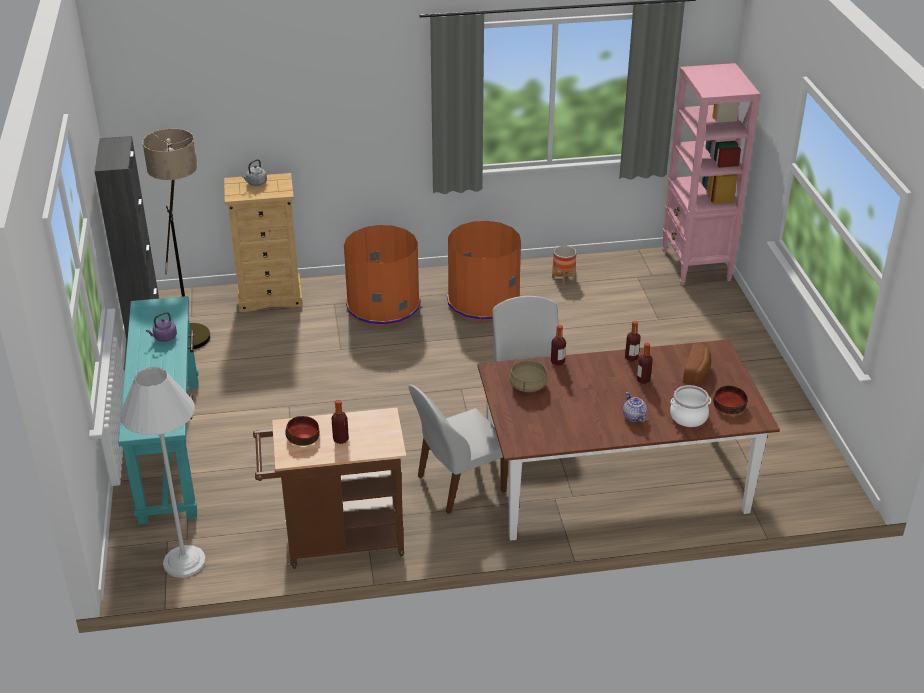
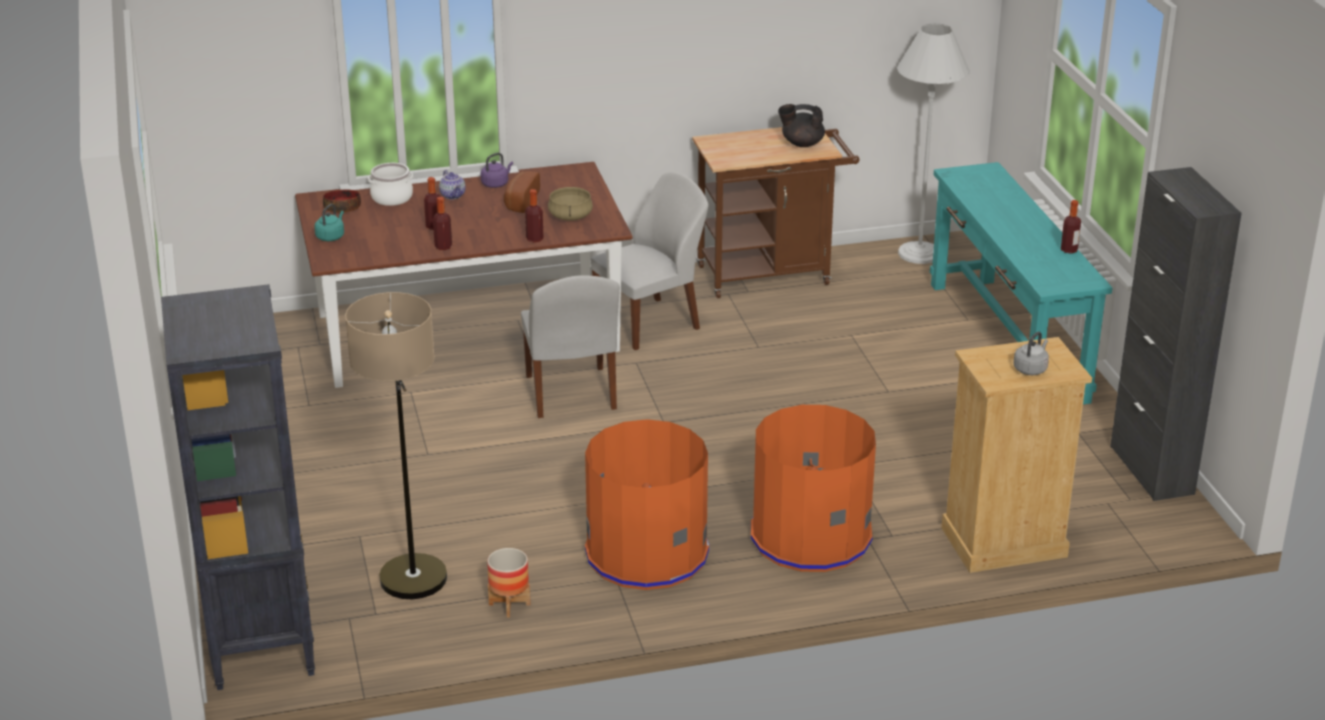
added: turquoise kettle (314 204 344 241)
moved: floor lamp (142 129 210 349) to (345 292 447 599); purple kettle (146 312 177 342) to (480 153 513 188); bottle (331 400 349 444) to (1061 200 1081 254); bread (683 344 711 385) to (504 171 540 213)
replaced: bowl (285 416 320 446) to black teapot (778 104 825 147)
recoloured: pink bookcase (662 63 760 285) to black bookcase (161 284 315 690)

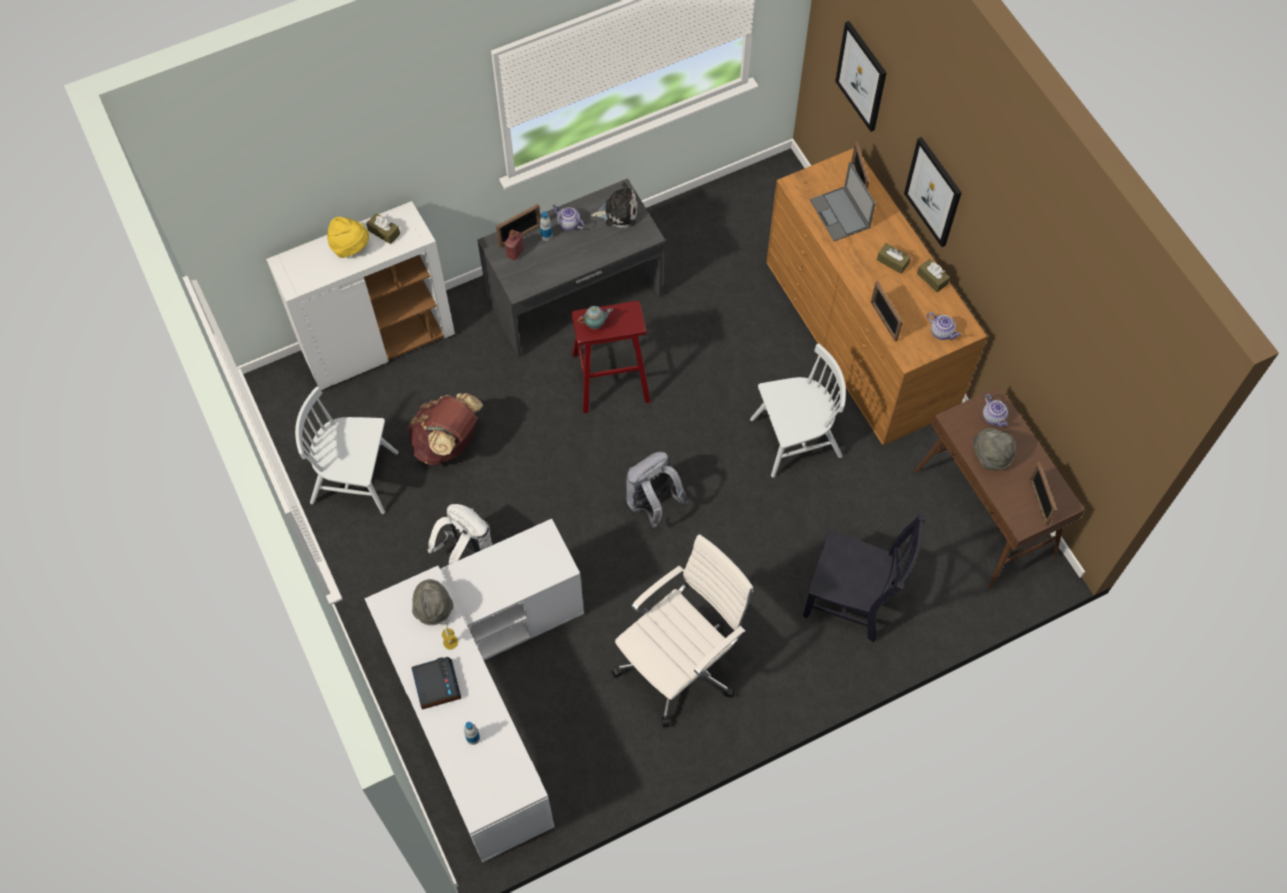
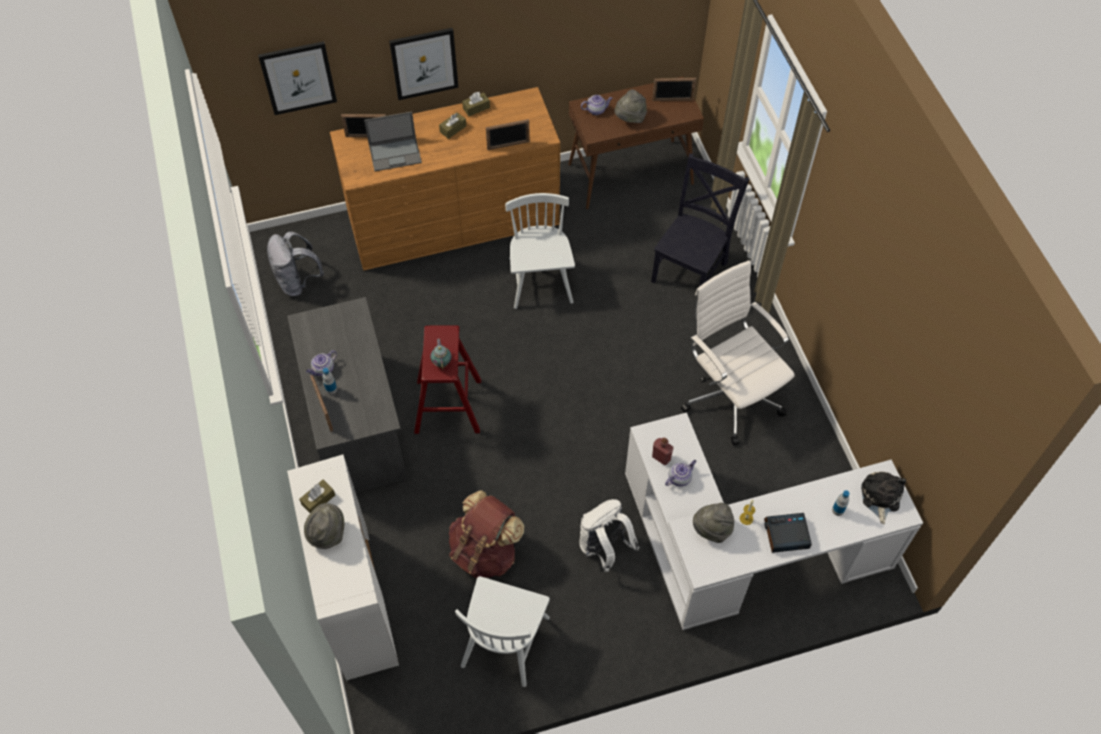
moved: red bottle (505 229 524 260) to (652 438 673 465); plush toy (591 182 638 228) to (861 472 906 524); grey backpack (626 452 689 528) to (267 232 324 296); teapot (927 312 961 340) to (665 460 697 487)
recoloured: yellow hat (327 217 369 258) to grey hat (304 503 344 549)

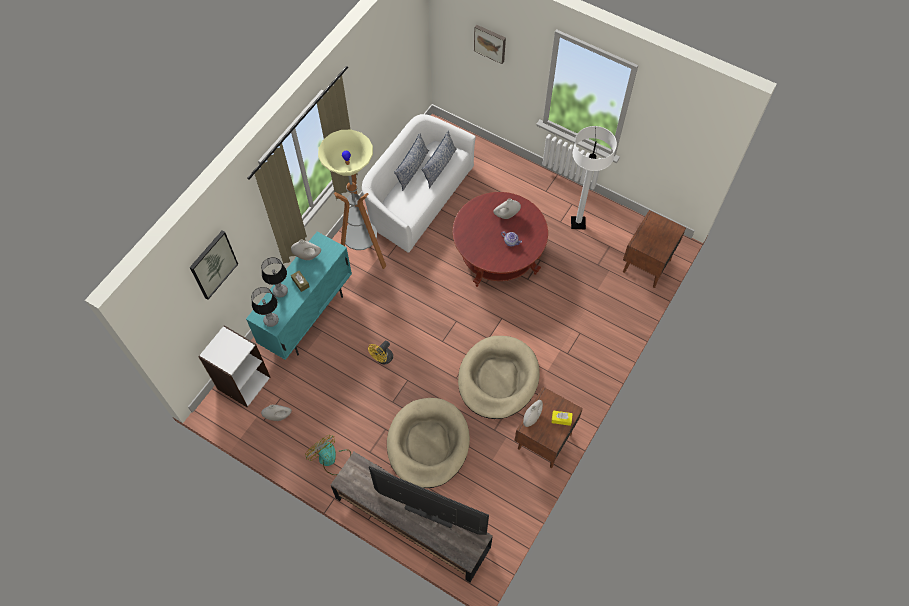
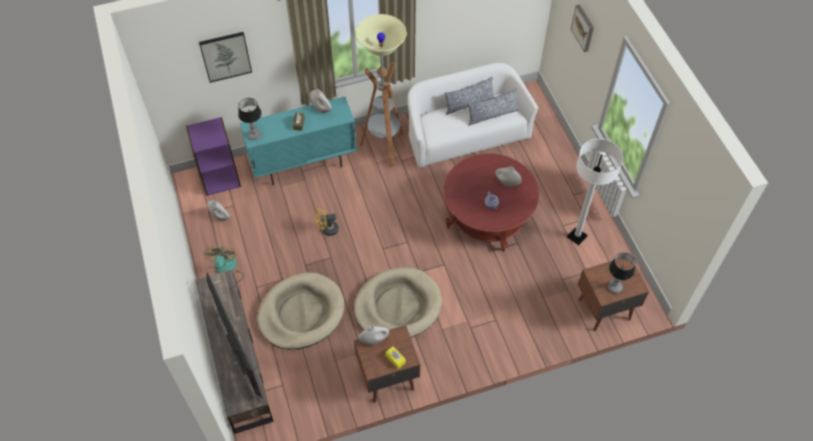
moved: table lamp (261 257 288 298) to (607 253 636 293)
recoloured: white bookcase (198 325 270 407) to purple bookcase (186 117 241 196)

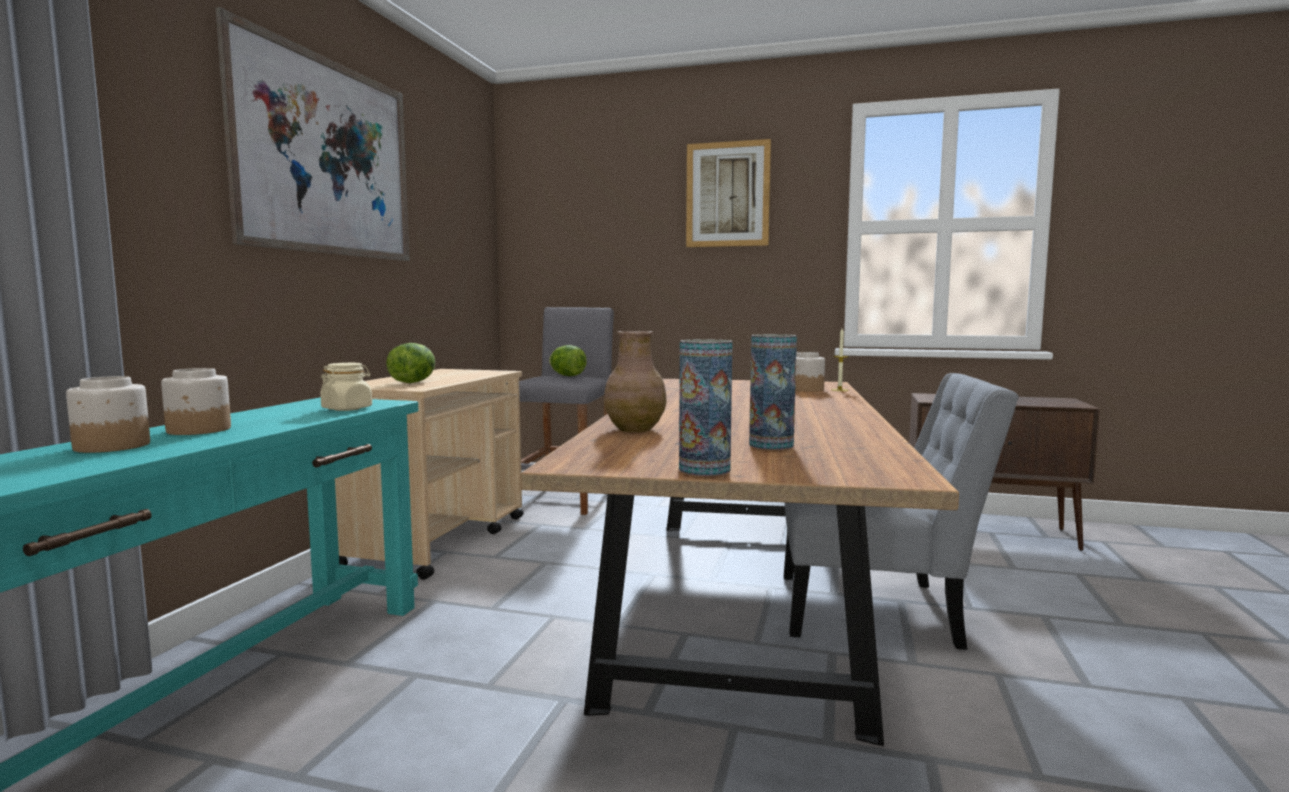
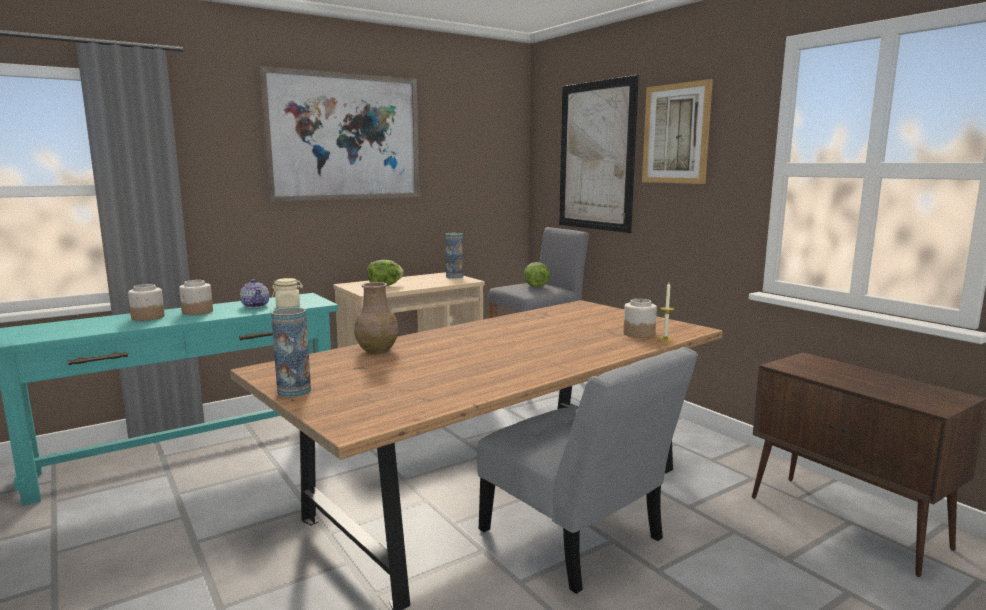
added: teapot (240 279 269 308); picture (559 75 639 233)
moved: vase (749 334 797 450) to (445 233 463 279)

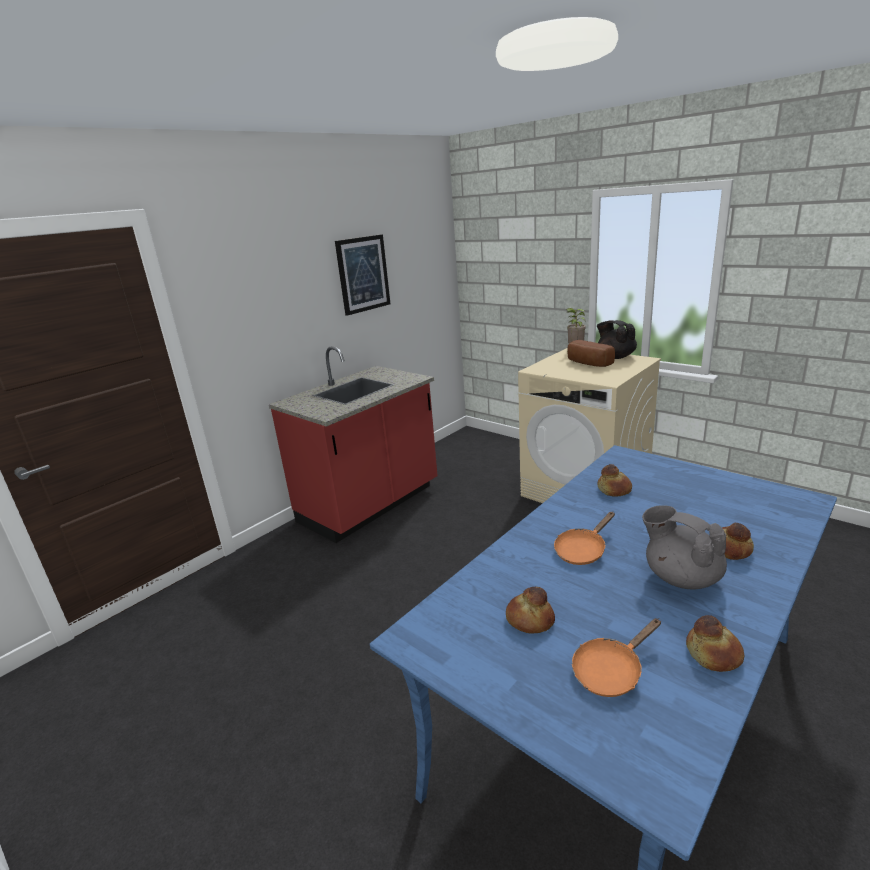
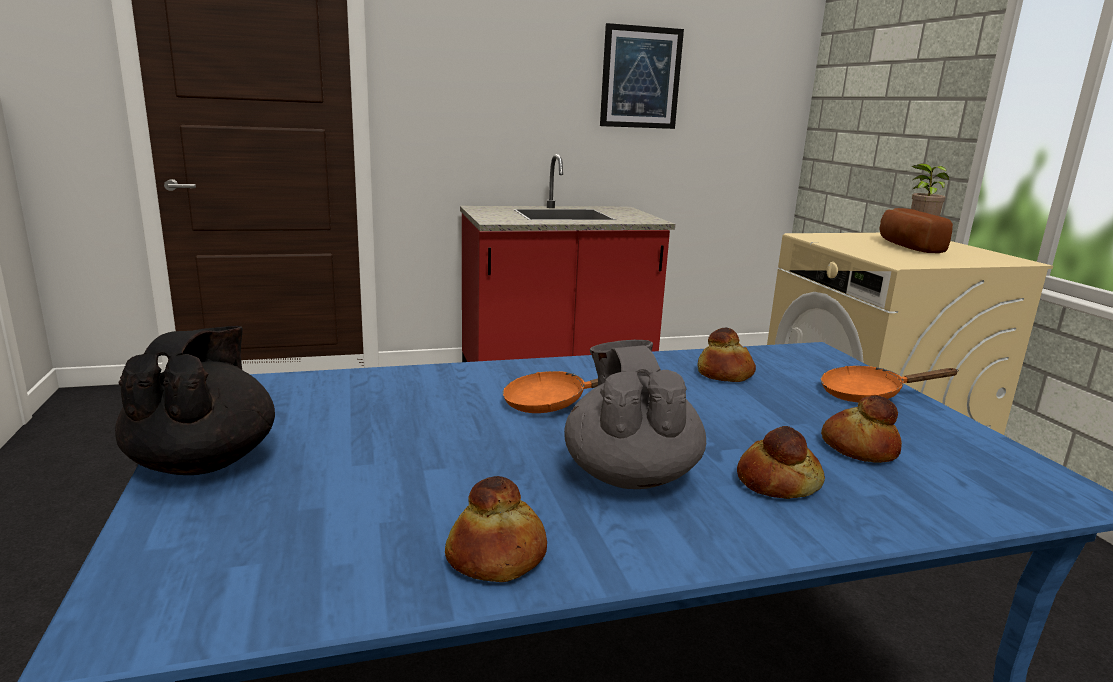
moved: bread (506 587 555 633) to (821 396 902 463); orange frying pan (572 618 661 697) to (821 366 959 402); black teapot (597 320 637 359) to (115 326 275 475)

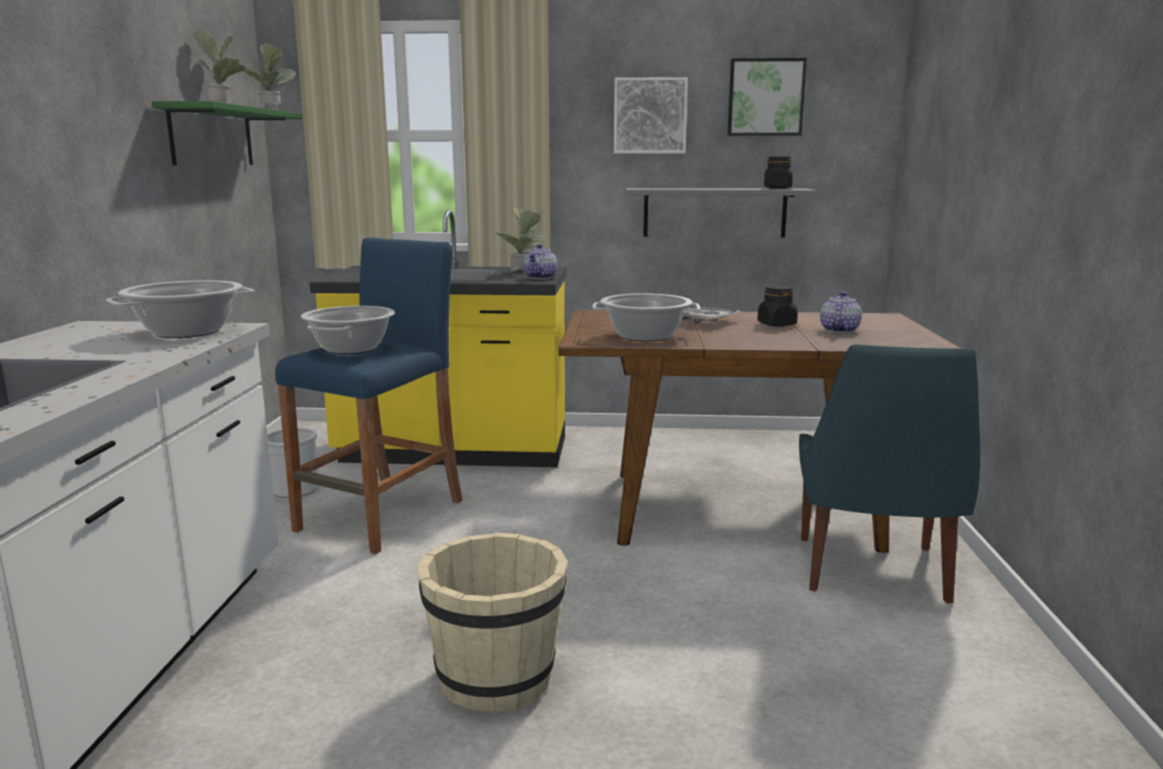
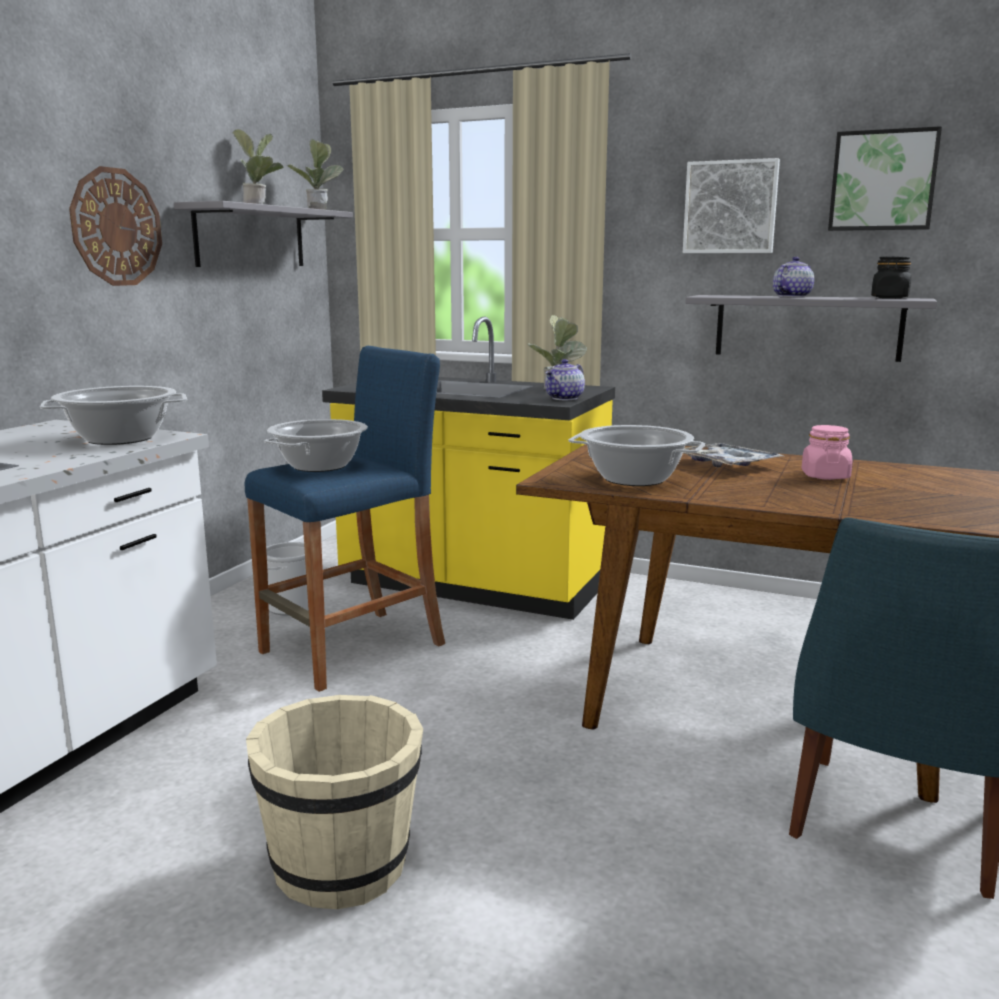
added: wall clock (69 166 162 286)
moved: teapot (820 292 862 333) to (773 257 814 297)
recoloured: green shelf (152 101 302 166) to grey shelf (174 201 353 267); black jar (757 285 798 327) to pink jar (802 425 852 480)

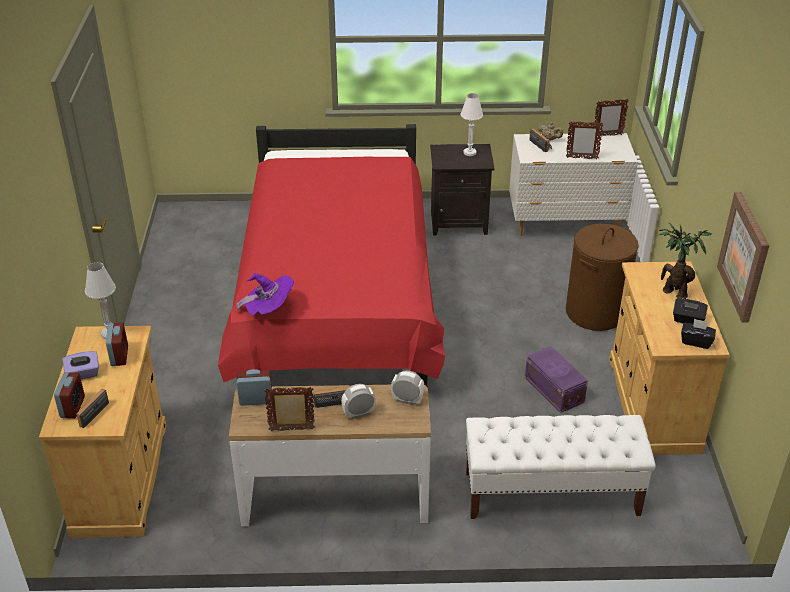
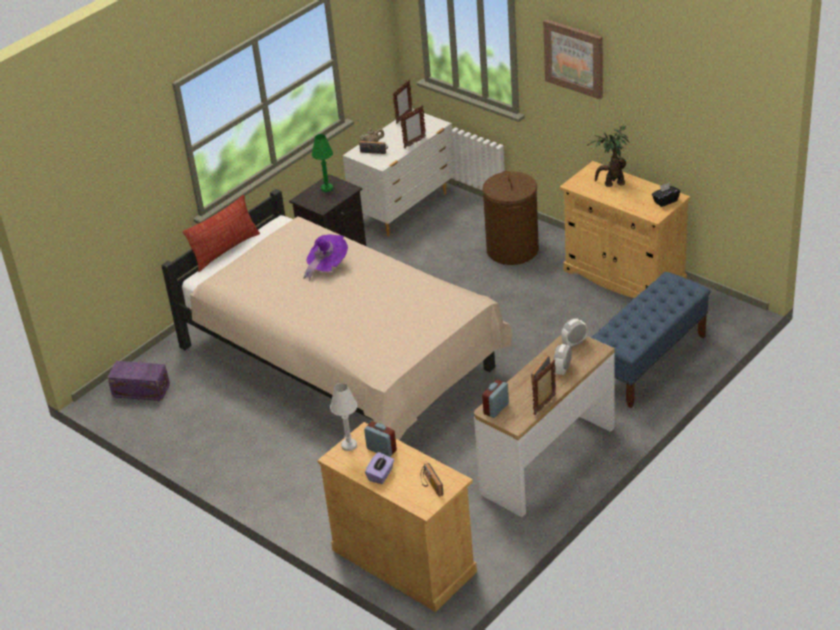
removed: alarm clock (54 372 85 419); black tissue box (673 298 708 324)
added: pillow (183 195 260 272)
moved: purple hat (235 273 294 316) to (303 235 348 282); purple storage box (525 346 588 413) to (107 361 170 401); picture (717 192 769 323) to (543 19 603 99)
recoloured: red bed (218 124 445 387) to beige bed (161 189 513 440); white table lamp (461 93 483 156) to green table lamp (312 134 333 192); white bench (466 415 656 519) to blue bench (591 272 711 408)

